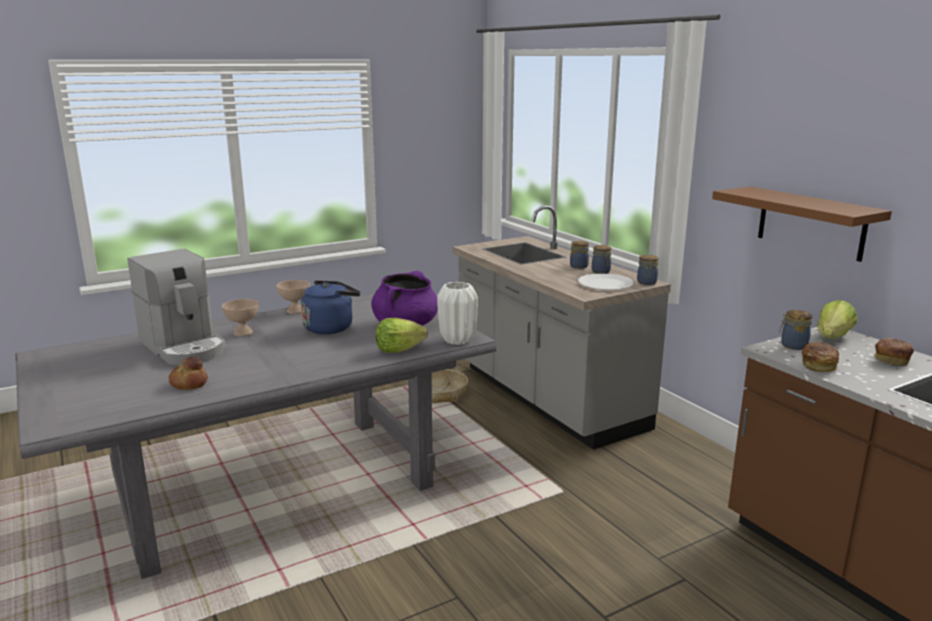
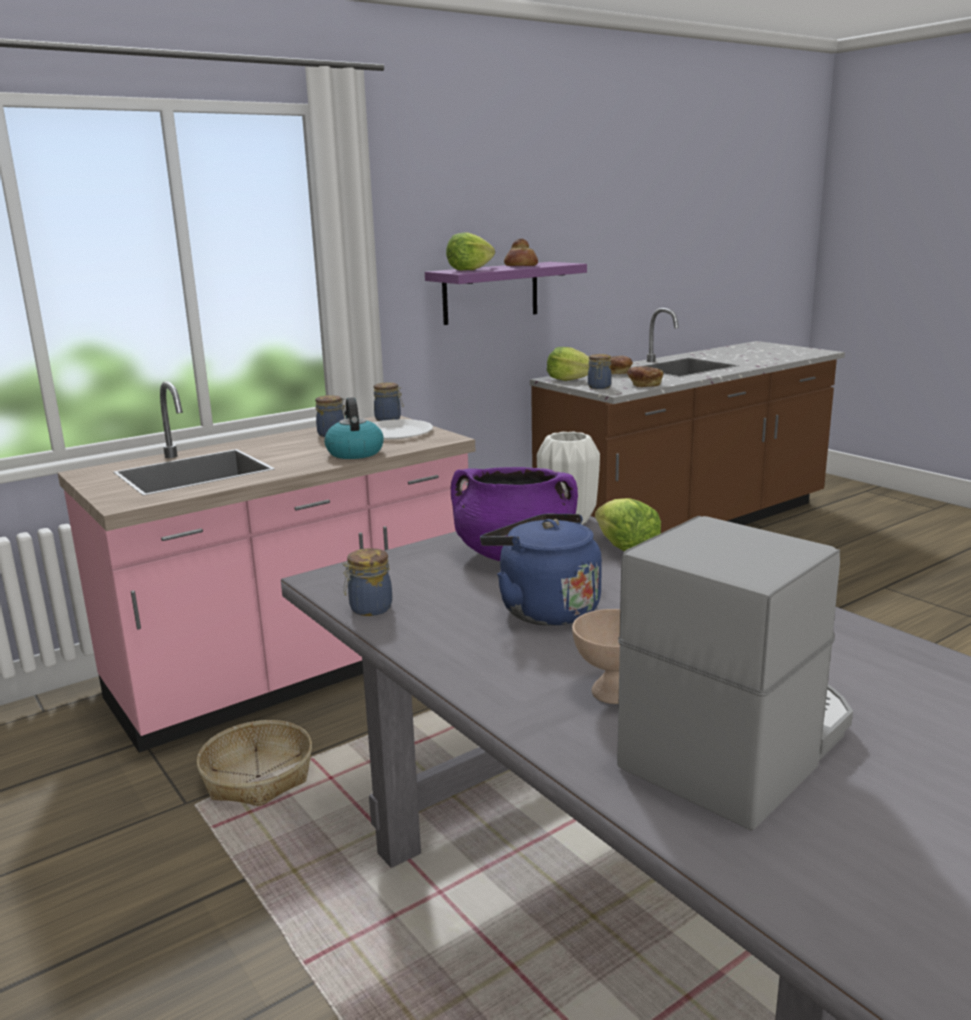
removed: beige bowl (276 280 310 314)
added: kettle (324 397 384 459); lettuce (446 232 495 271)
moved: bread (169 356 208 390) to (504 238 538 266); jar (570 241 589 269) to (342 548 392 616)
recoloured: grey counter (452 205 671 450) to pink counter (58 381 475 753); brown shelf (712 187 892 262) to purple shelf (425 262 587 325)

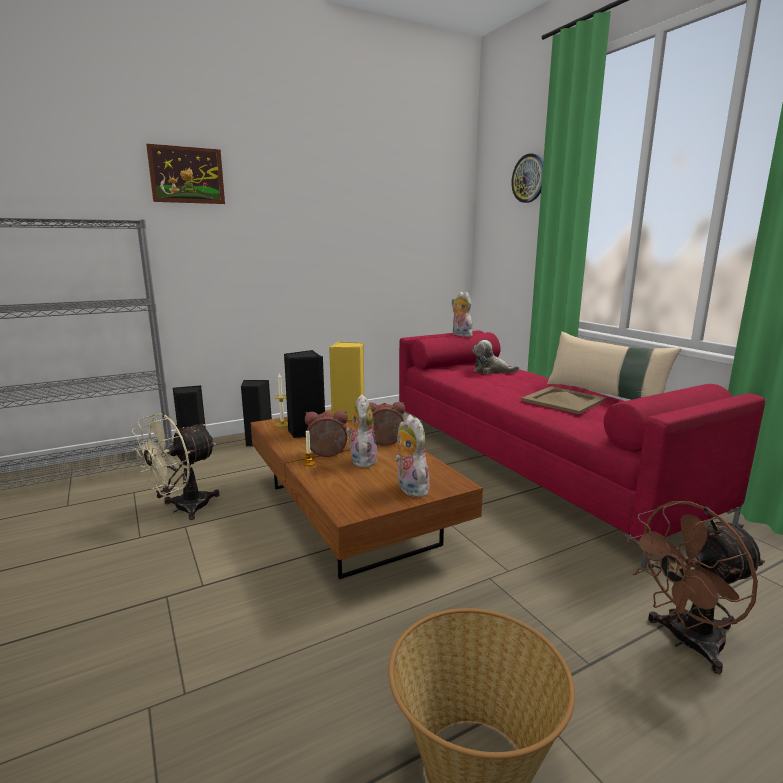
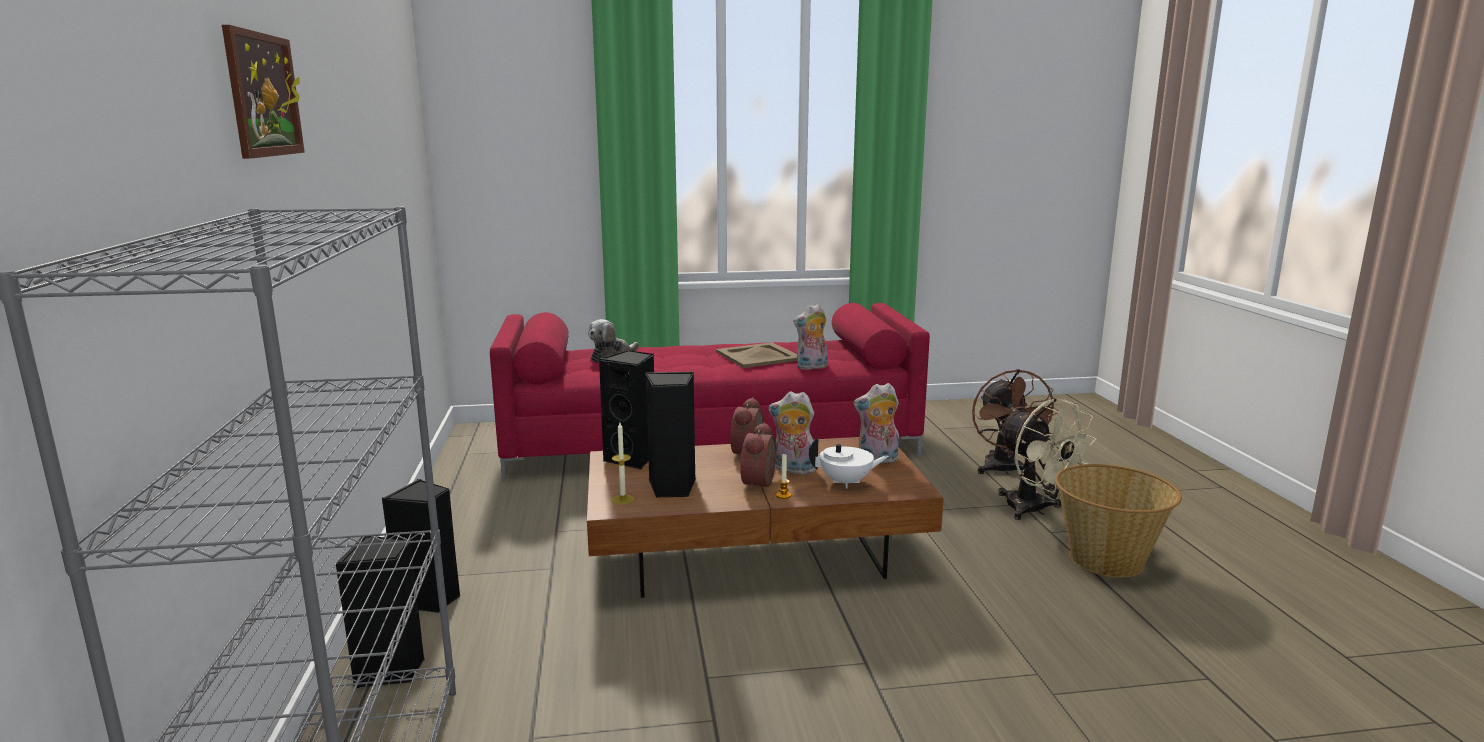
removed: wall clock (511 153 543 203); beige pillow (547 331 682 400)
added: white teapot (809 438 889 488)
moved: beige fan (132 413 220 520) to (997 398 1097 520); plush toy (452 292 475 337) to (793 304 828 370)
recoloured: yellow speaker (329 341 364 420) to black speaker (598 350 654 470)

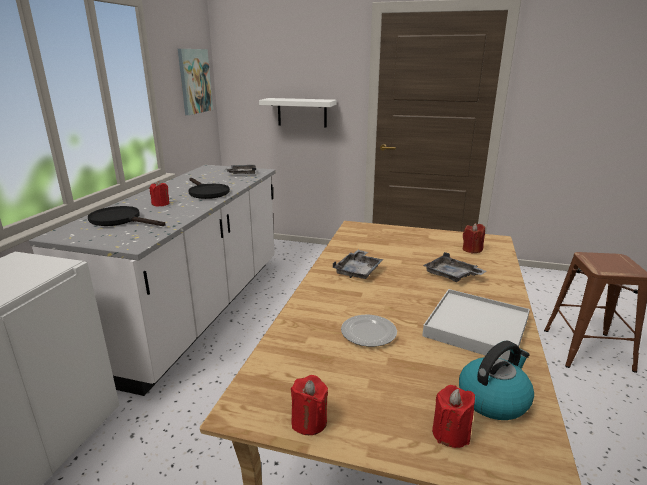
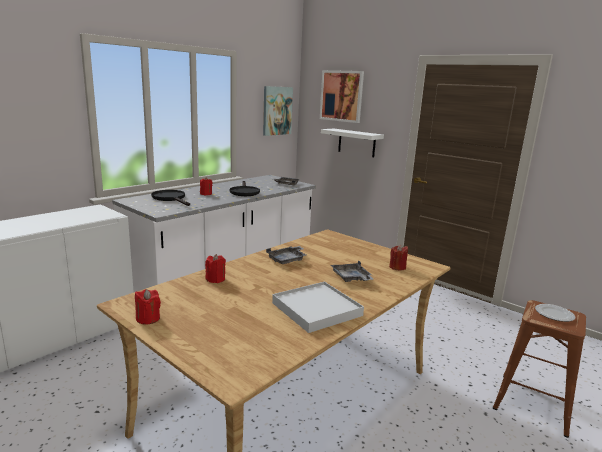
removed: kettle (459 340 534 420)
added: picture (320 70 364 123)
moved: plate (341 315 397 347) to (535 304 576 322); red candle (432 385 475 448) to (205 254 226 283)

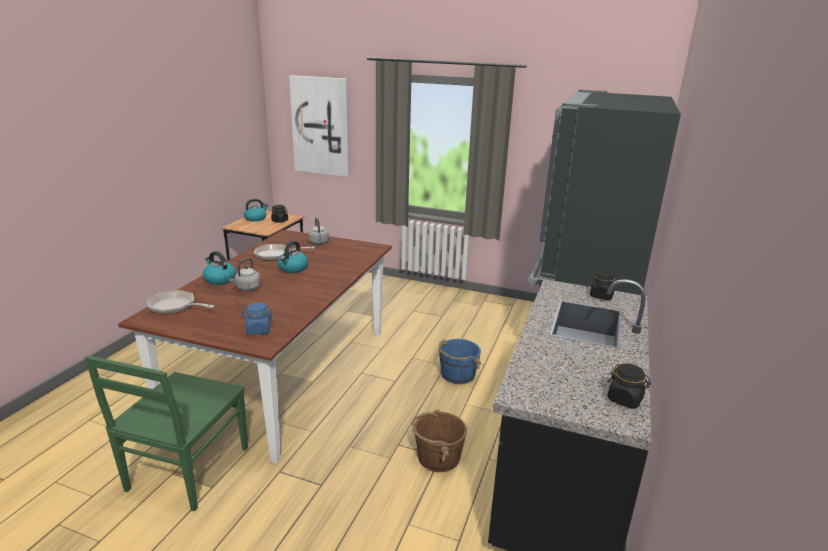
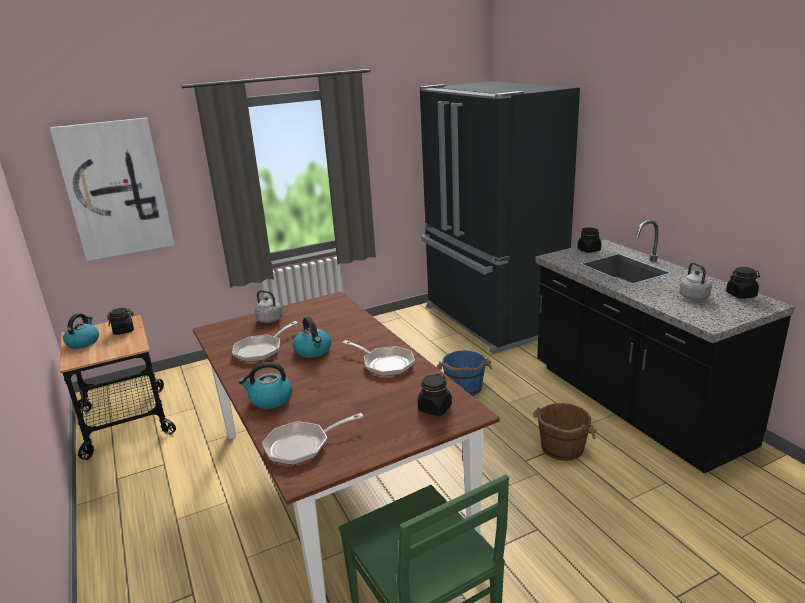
added: frying pan (342 340 415 376)
moved: grey kettle (229 258 261 291) to (679 262 712 300)
recoloured: blue jar (241 303 273 335) to black jar (418 374 452 416)

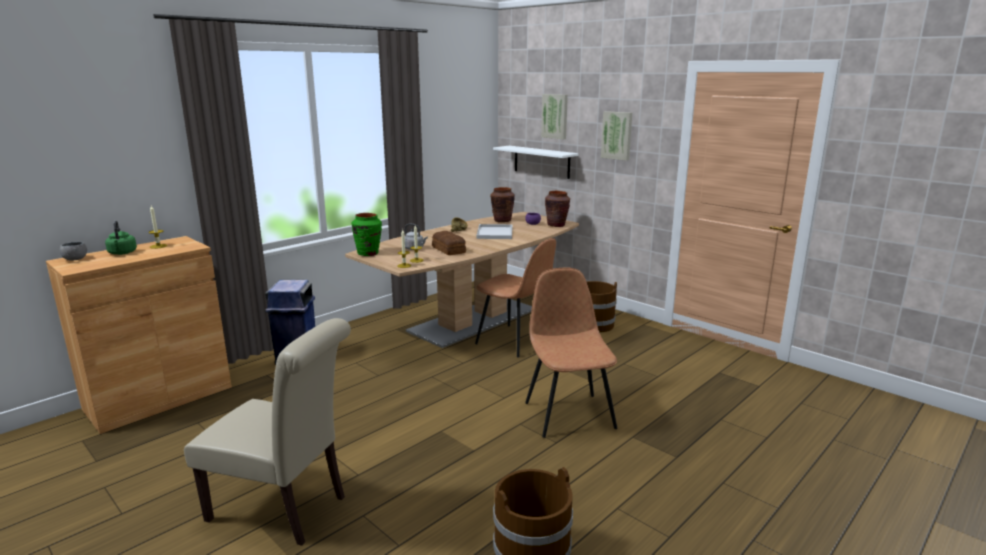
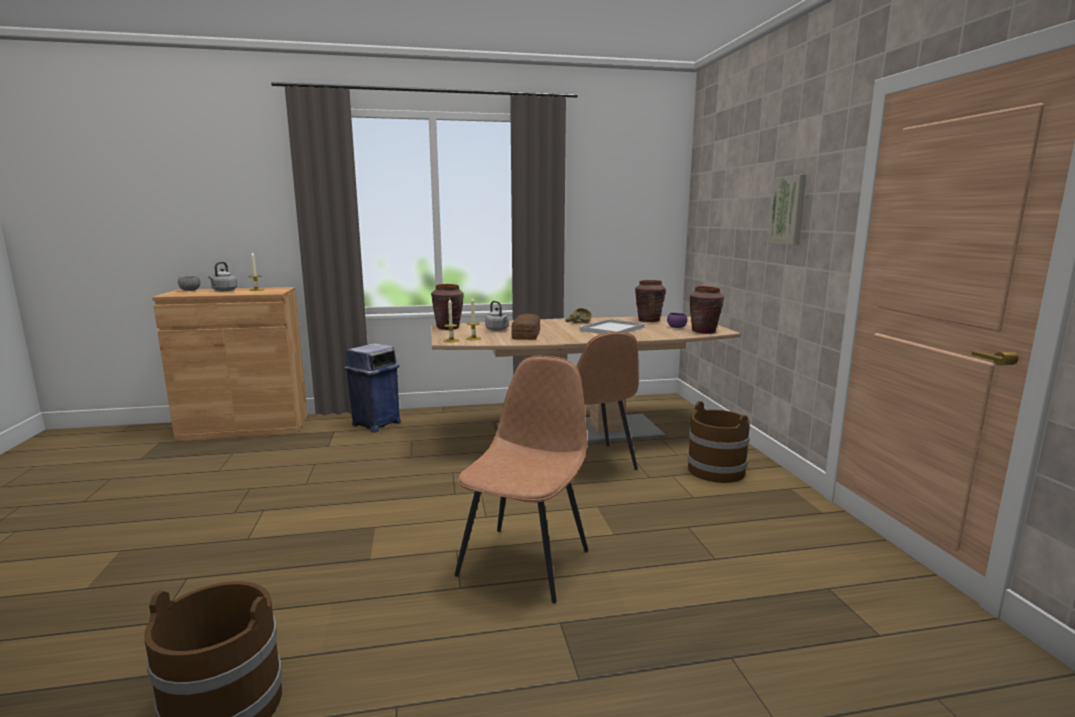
removed: beige chair (184 318 351 546); white shelf (493 146 579 179); picture (541 94 568 139)
recoloured: green kettle (105 221 137 255) to grey kettle (208 262 237 291); green vase (352 213 382 256) to brown vase (431 284 464 330)

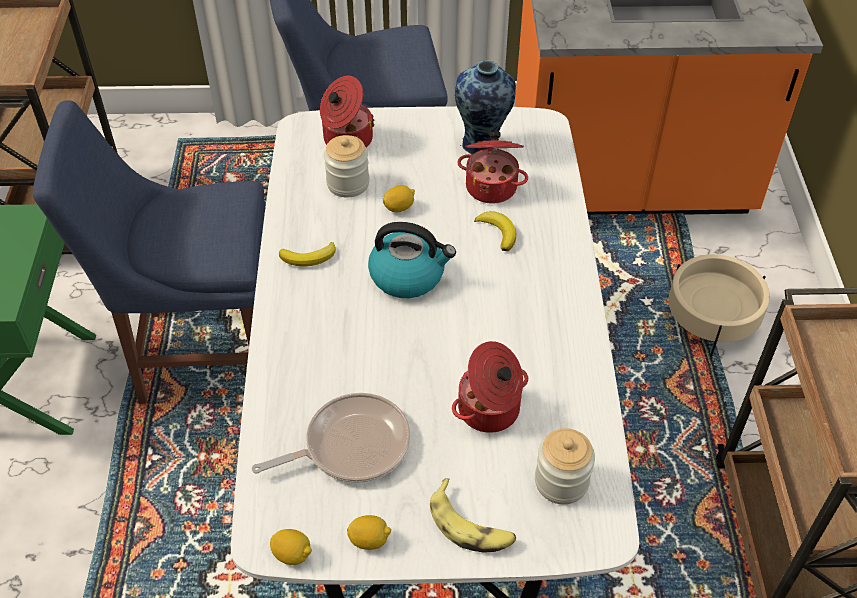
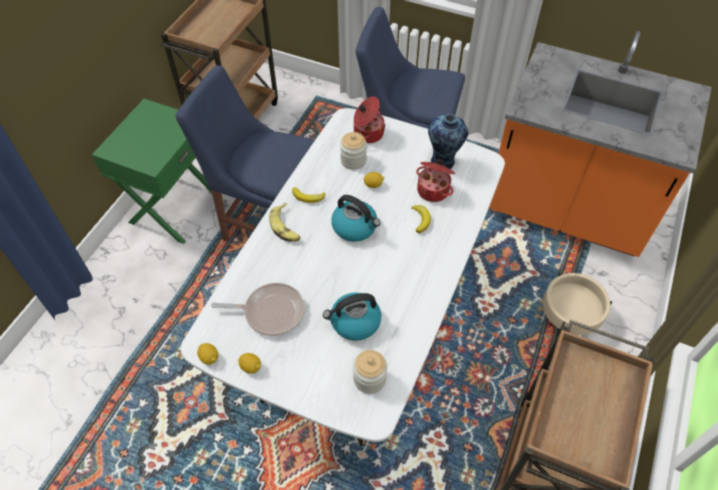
moved: banana (430 478 516 552) to (269 203 301 242)
replaced: cooking pot (452 341 528 433) to kettle (323 293 381 341)

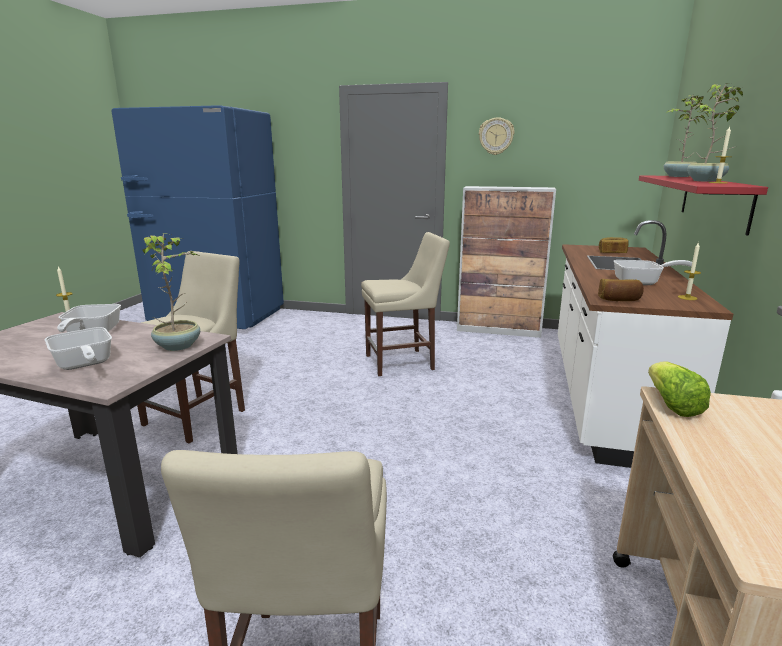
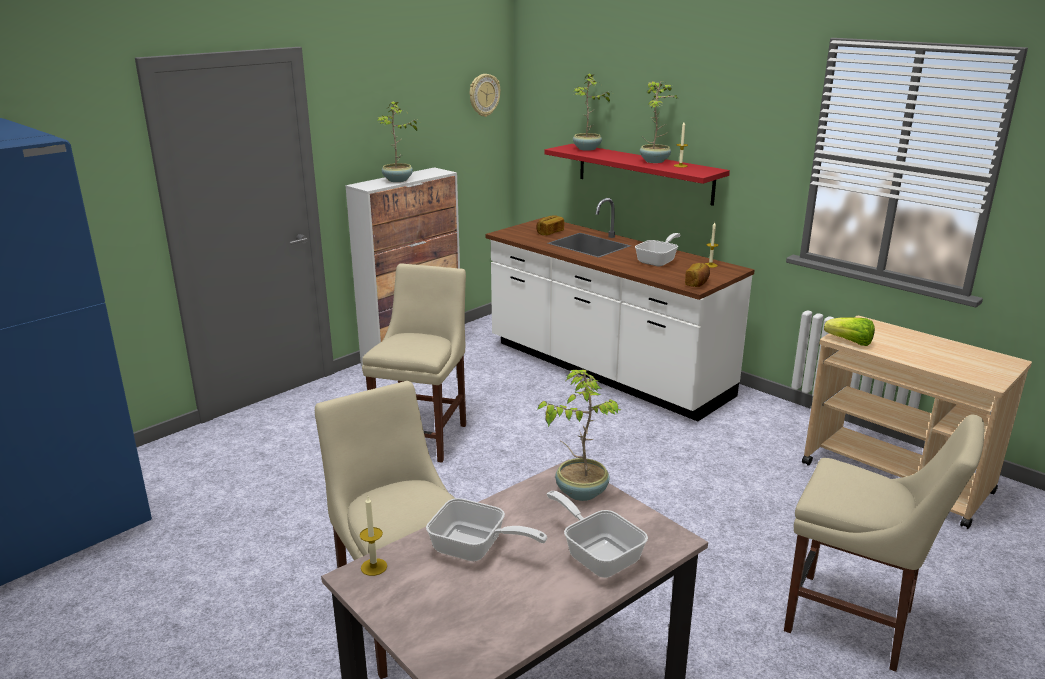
added: potted plant (377 101 420 182)
moved: wall clock (479 117 515 155) to (470 74 500 117)
turned: frying pan (45 327 112 370) = (547 491 648 578) 120 degrees counterclockwise

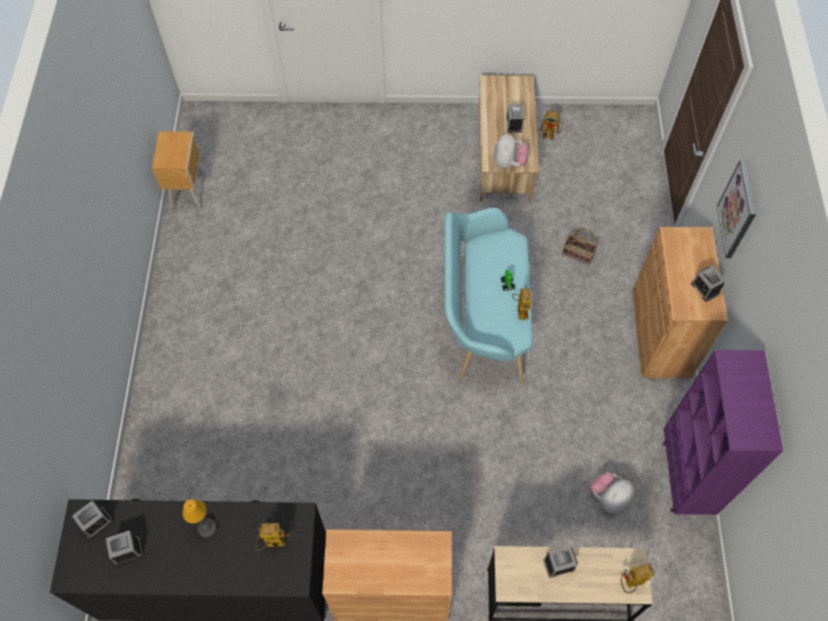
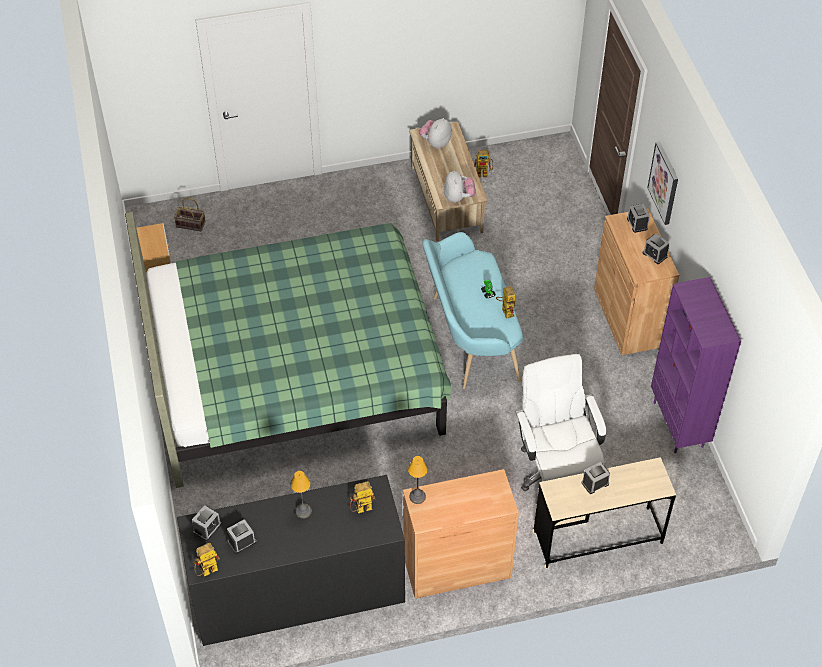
added: green bed (125 212 452 488); table lamp (408 456 428 504); white office chair (516 354 606 491)
moved: alarm clock (506 105 524 132) to (627 204 650 233); basket (562 228 598 265) to (174 198 206 231); plush toy (591 472 634 514) to (419 118 452 148); toy robot (621 563 654 593) to (194 543 220 576)

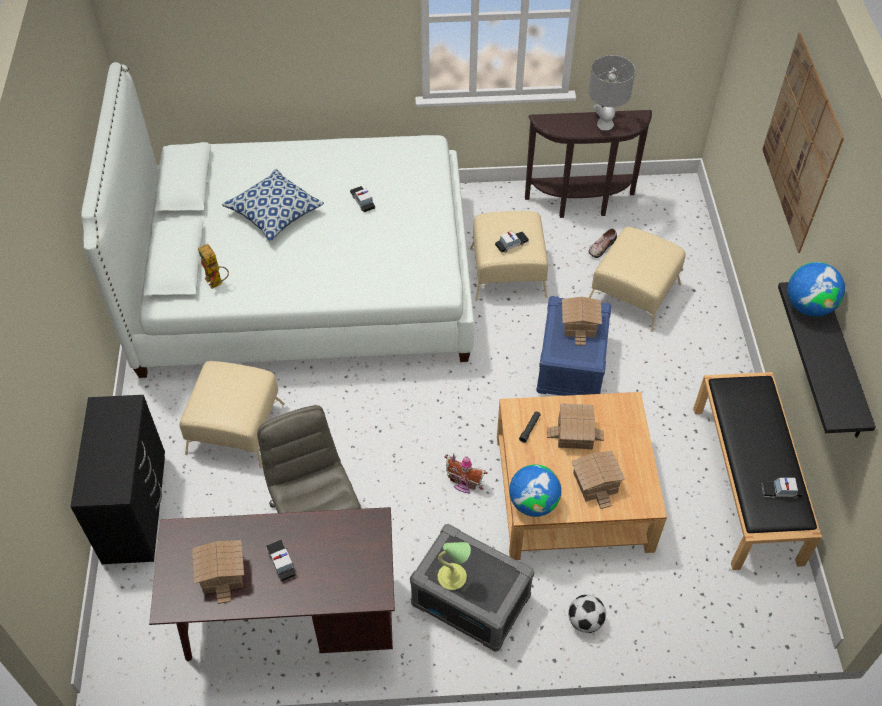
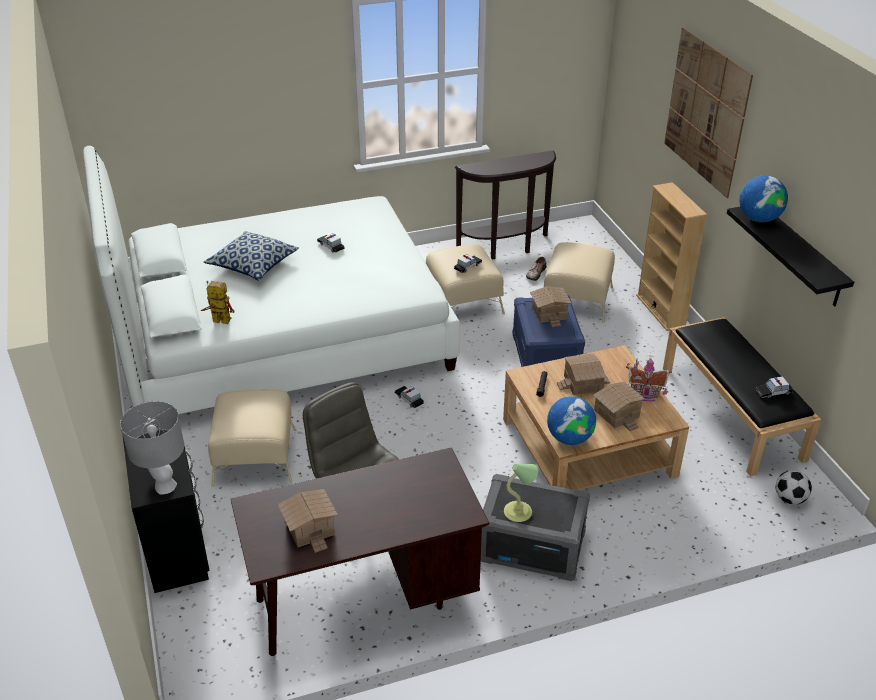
added: beige bookcase (636 182 707 331)
moved: toy car (266 540 296 582) to (394 386 424 408); toy house (445 453 488 493) to (626 358 672 402); football (568 595 606 633) to (776 470 812 505); grey table lamp (588 55 635 130) to (120 401 184 495)
turned: toy robot (198 244 229 289) = (201 281 235 324) 150 degrees clockwise

